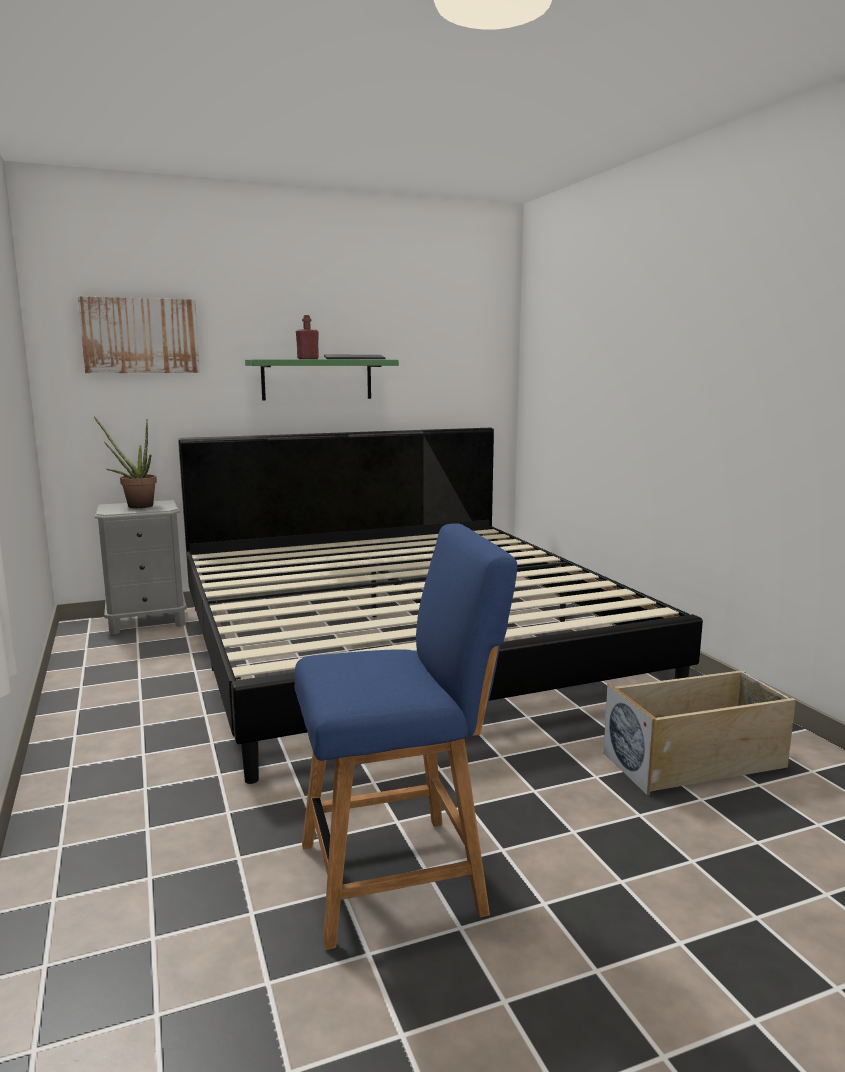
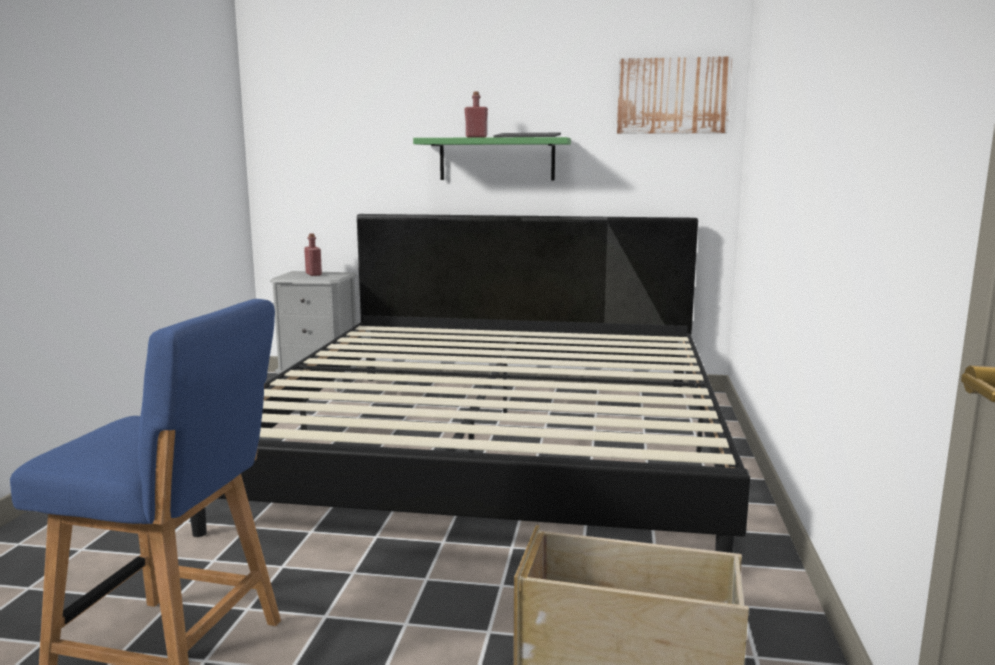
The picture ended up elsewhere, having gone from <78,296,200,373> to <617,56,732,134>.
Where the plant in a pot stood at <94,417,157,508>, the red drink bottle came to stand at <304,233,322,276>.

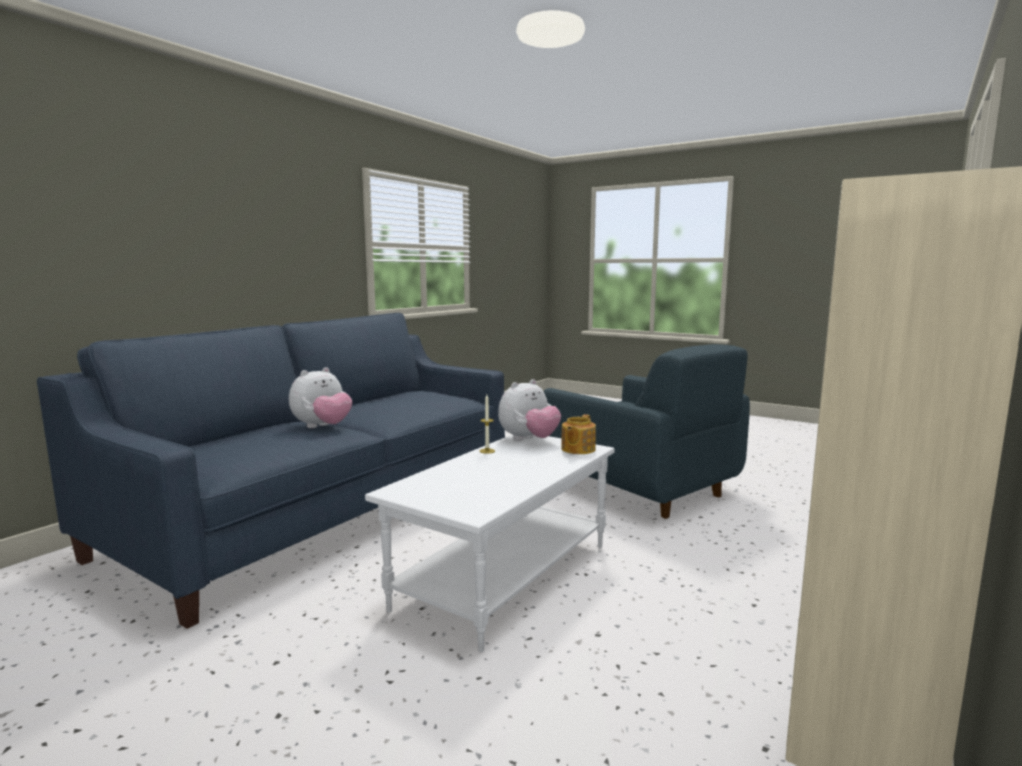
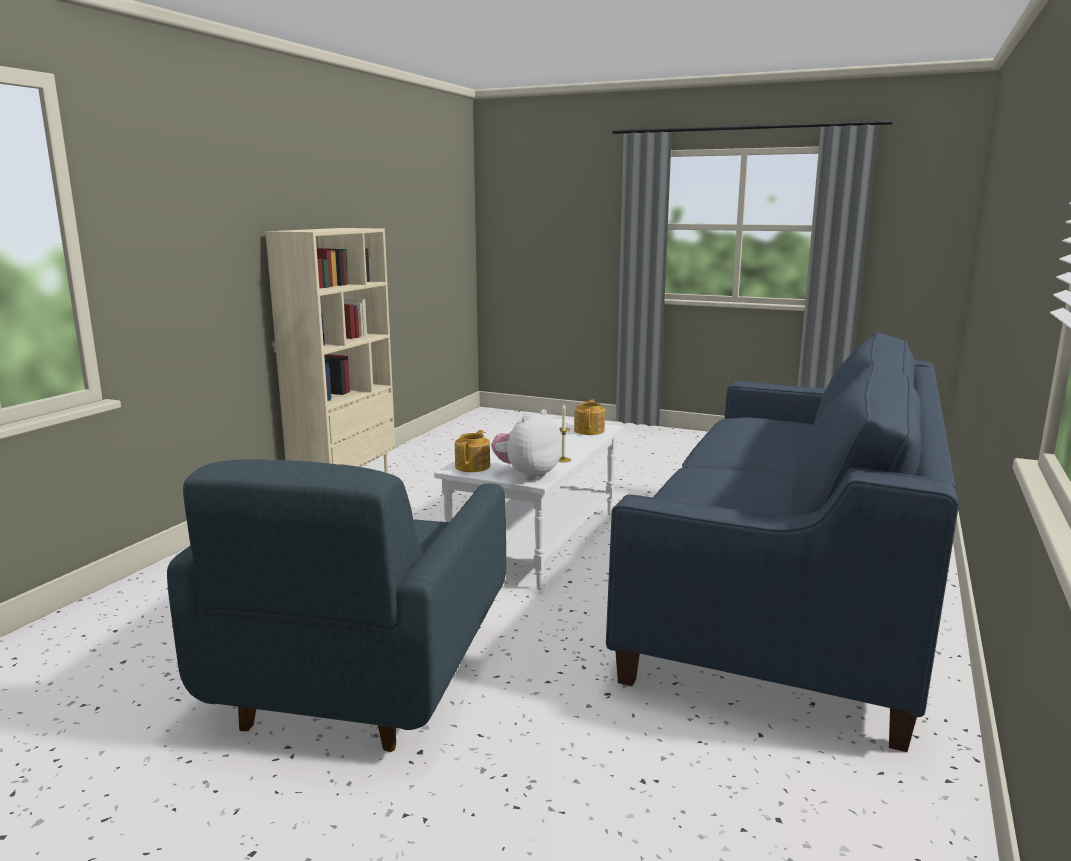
The second view lost the cuddly toy at <289,367,352,428>.
The second view gained the tea pot at <574,399,605,435>.
The blue armchair at <543,344,750,519> ended up facing another way, 120 degrees counterclockwise from before.

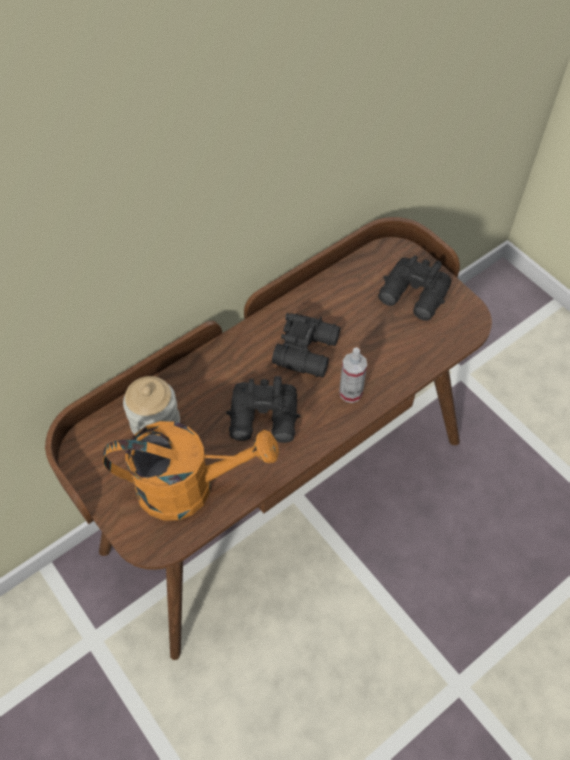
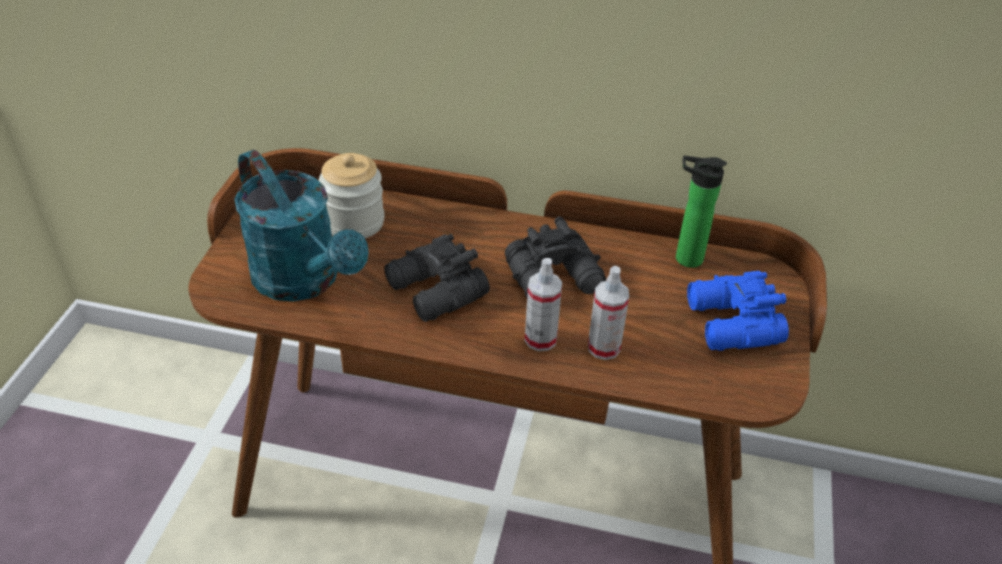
The second view gained the sprayer at <588,266,629,360>.
The second view gained the drink bottle at <676,156,727,268>.
What was the orange watering pot at <103,421,279,520> turned into the turquoise watering pot at <234,150,369,302>.
What was the blackish field glasses at <378,255,451,321> turned into the blue field glasses at <687,271,789,351>.

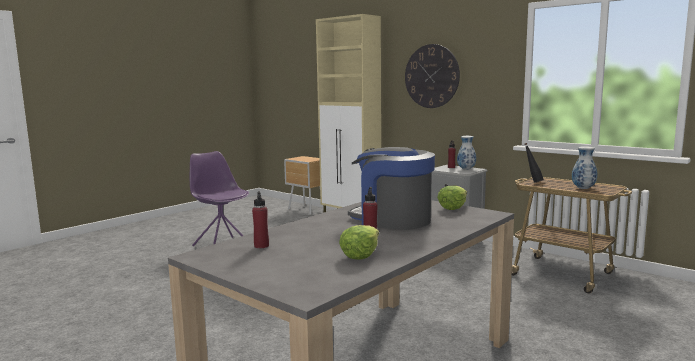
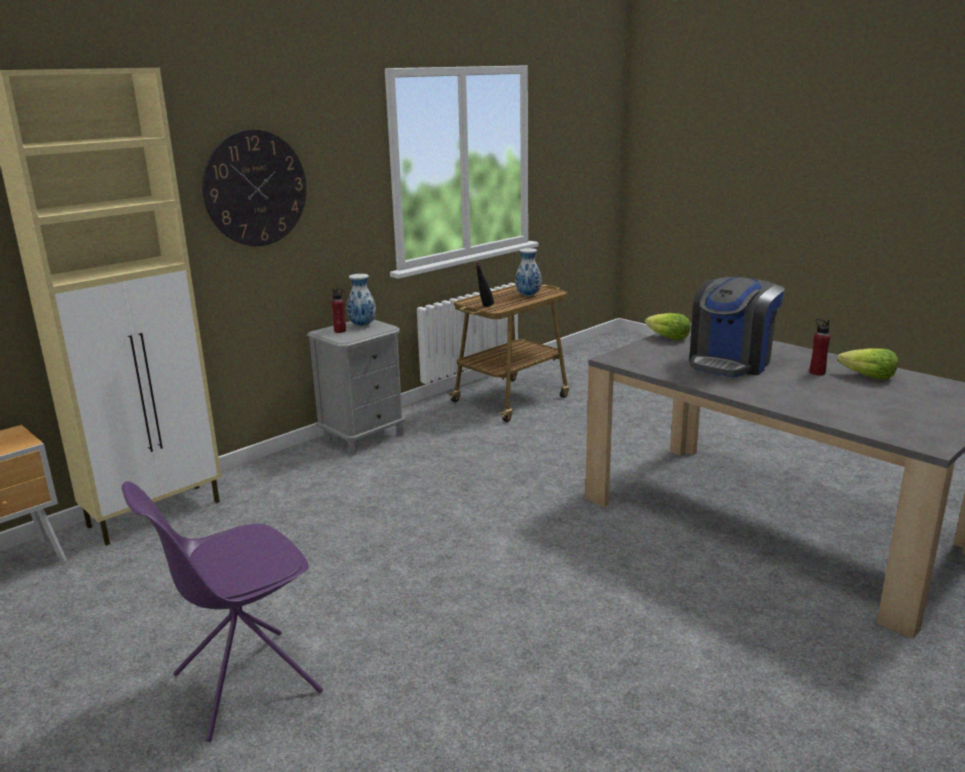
The second view lost the red drink bottle at <252,191,269,248>.

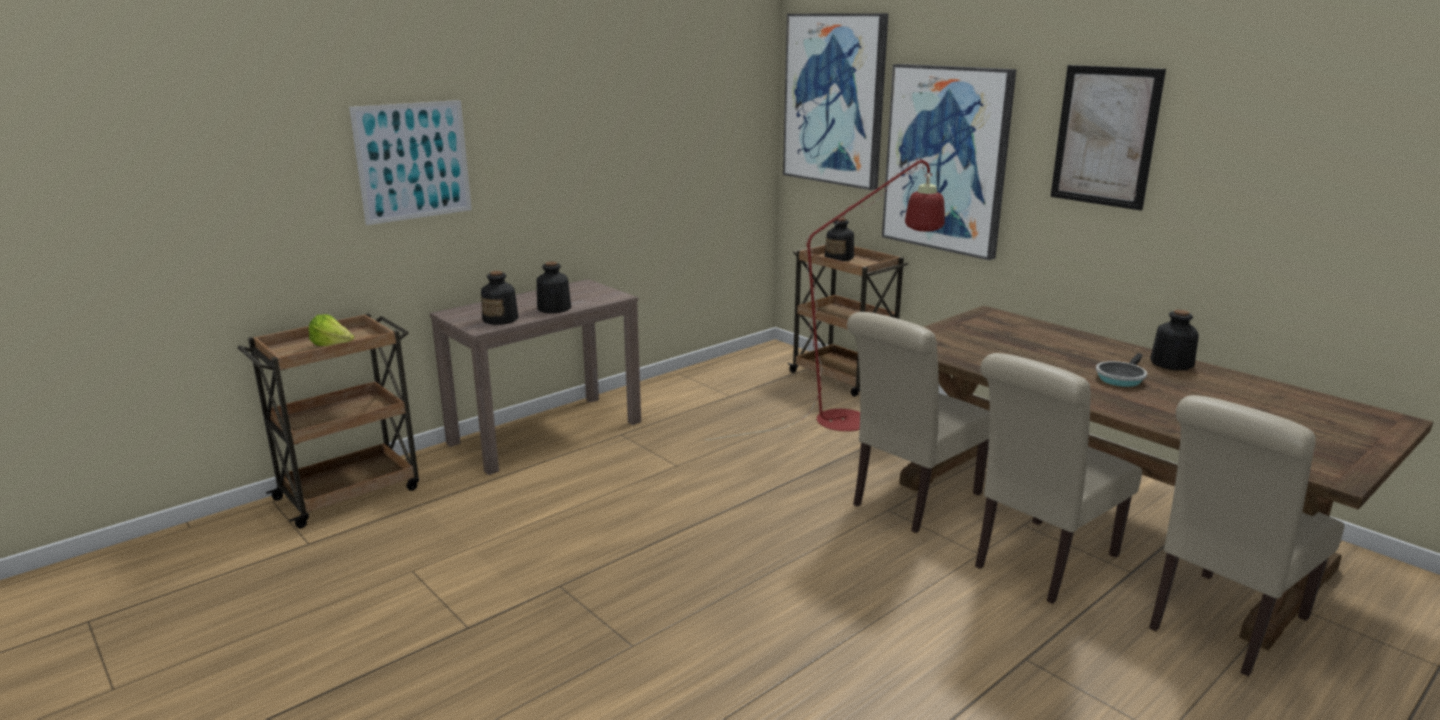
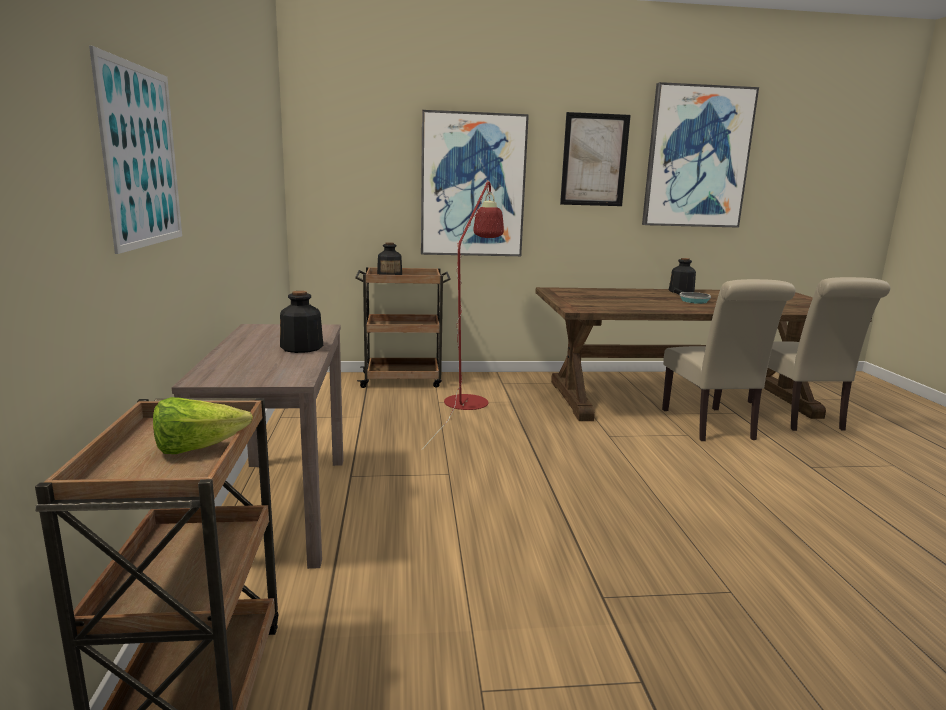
The second view lost the drink bottle at <481,271,519,325>.
The second view lost the beige chair at <847,312,990,533>.
The picture ended up elsewhere, having gone from <783,13,888,190> to <642,82,759,228>.

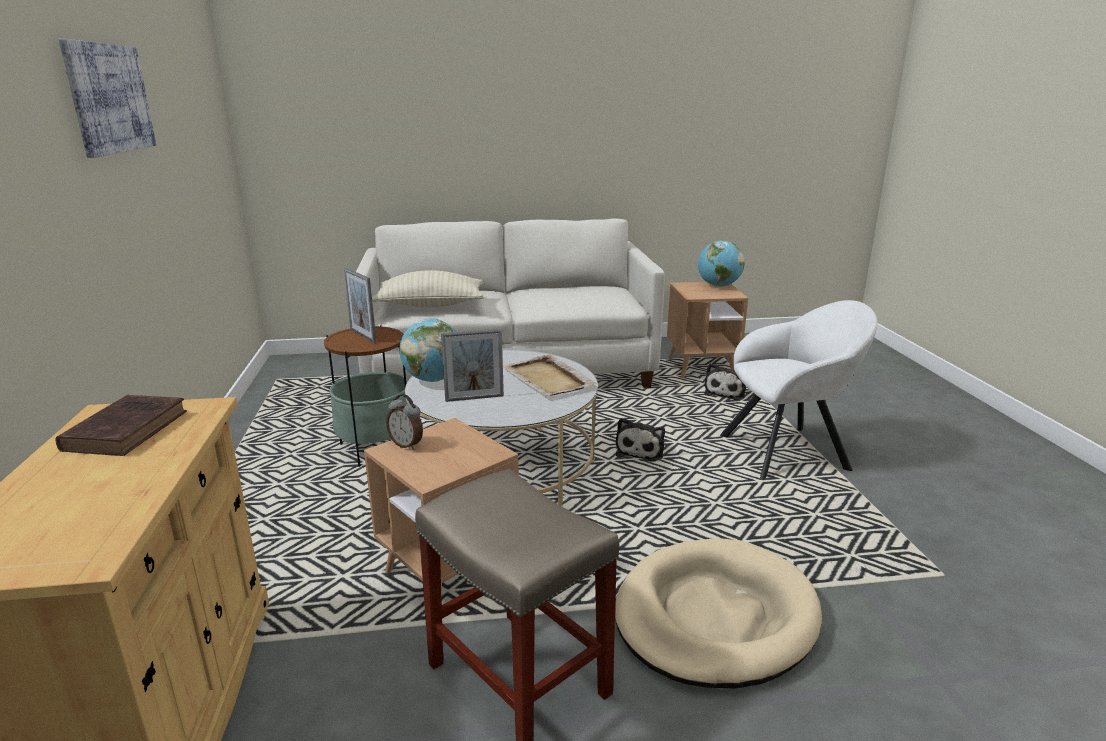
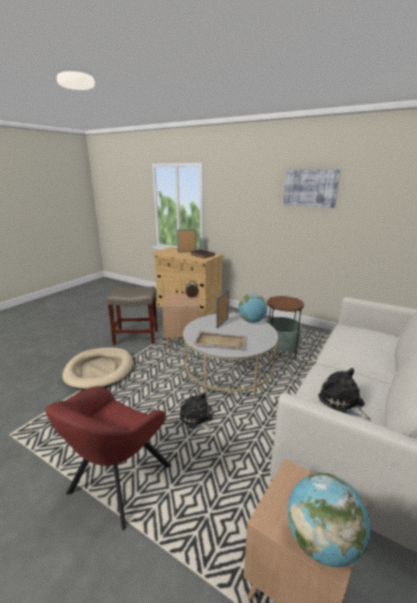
The second view lost the beige pillow at <372,270,484,307>.
The picture frame ended up elsewhere, having gone from <343,268,376,342> to <177,229,196,252>.
The cuddly toy ended up elsewhere, having gone from <704,363,746,400> to <318,368,371,420>.
What was the whitish armchair at <720,300,878,480> turned into the red armchair at <45,386,172,530>.

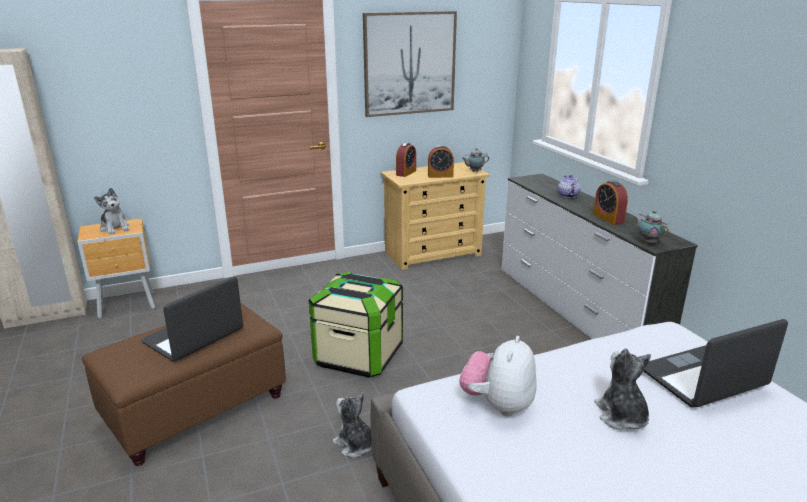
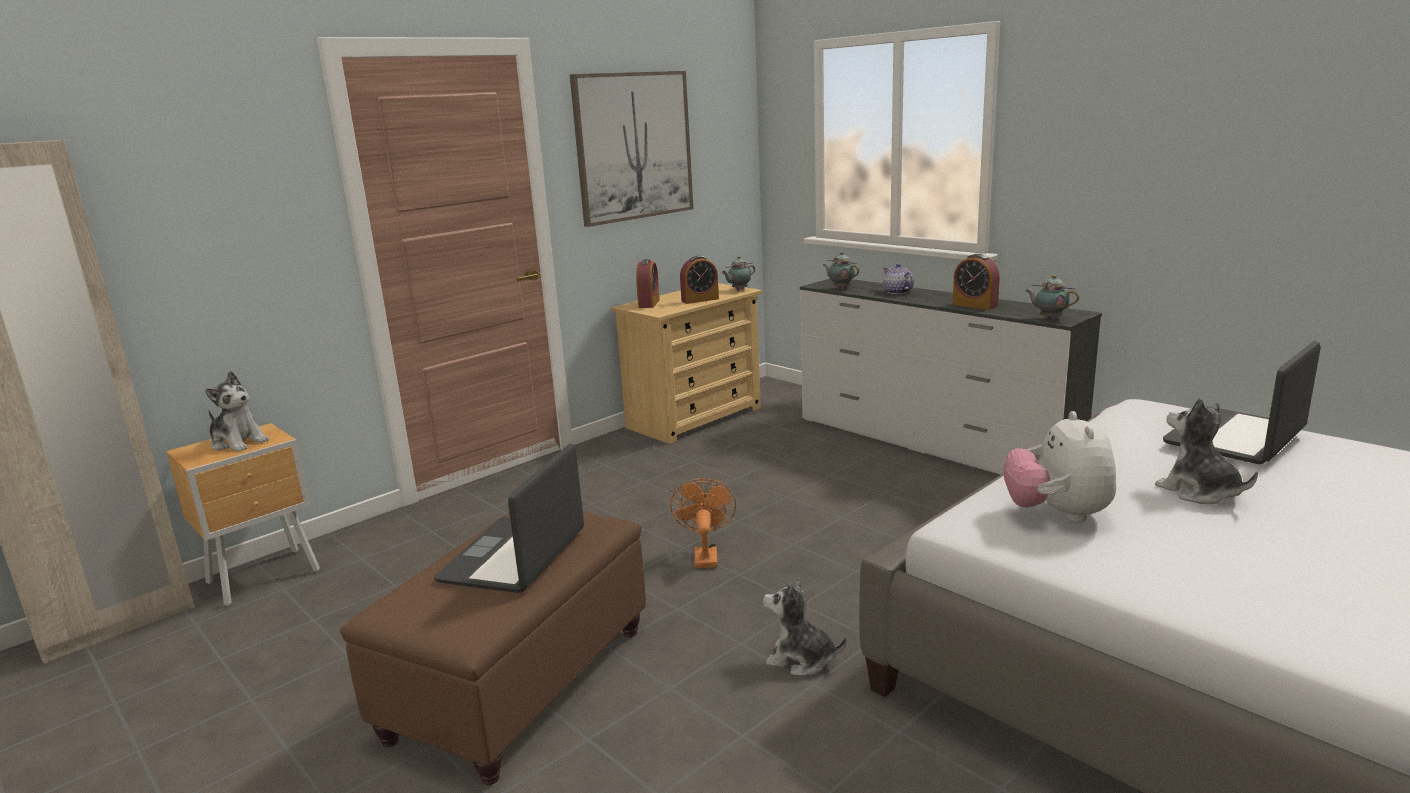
The second view gained the tea pot at <823,252,859,289>.
Where the storage box stood at <309,272,403,378>, the orange cooling fan came to stand at <670,478,736,568>.

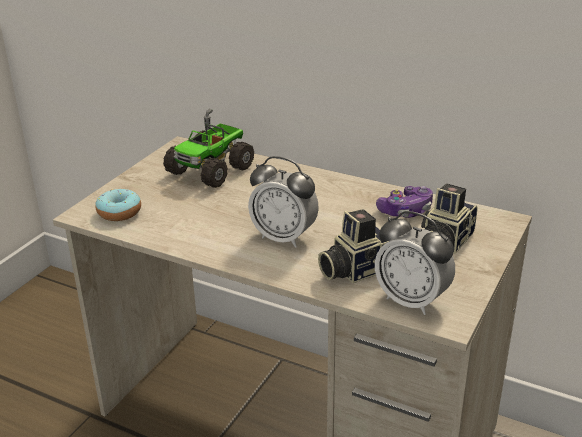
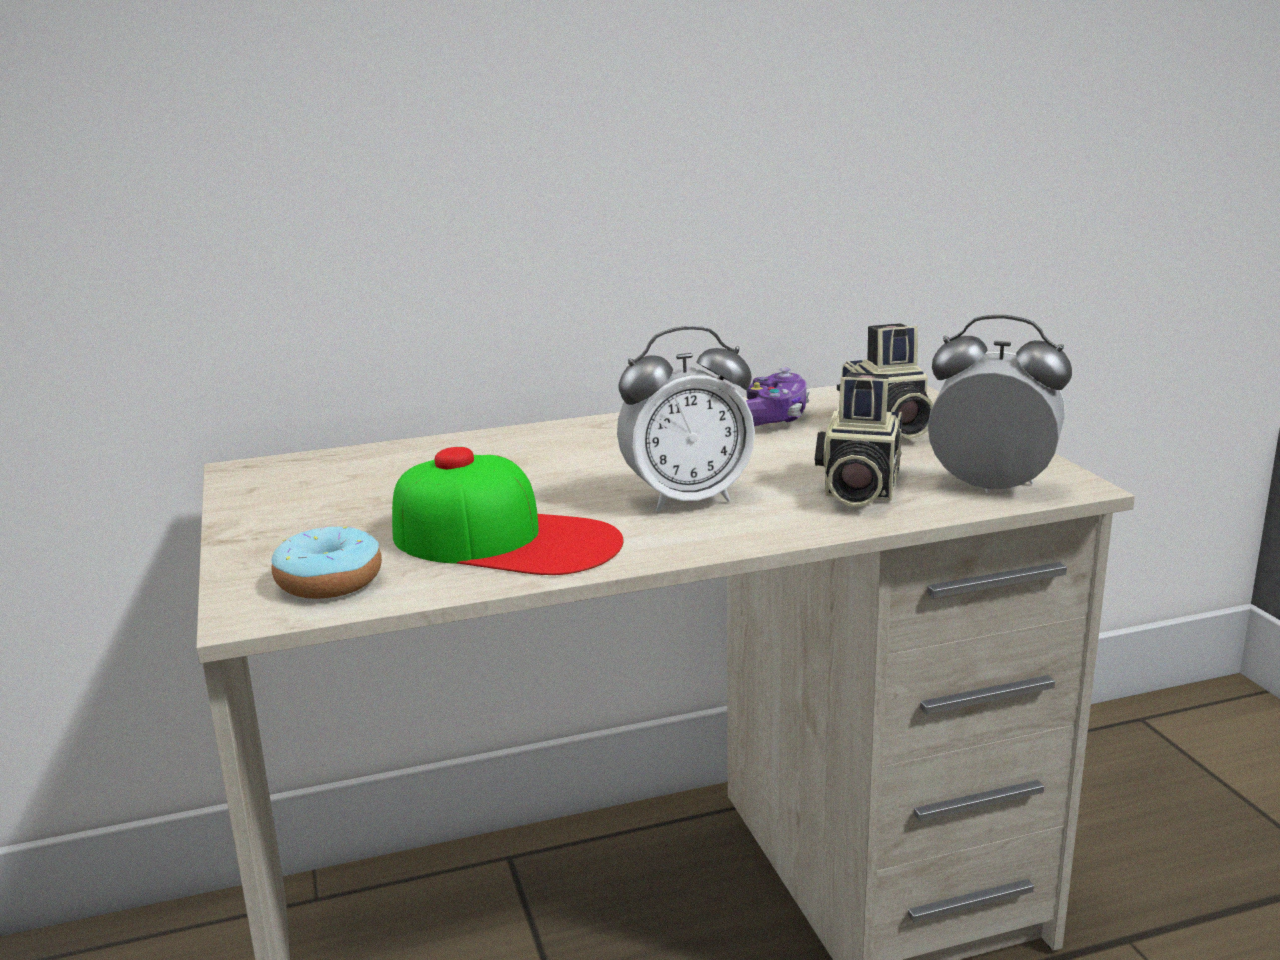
The second view lost the toy truck at <163,109,254,188>.
The second view gained the baseball cap at <392,447,624,575>.
The table clock at <375,211,455,315> ended up facing another way, 150 degrees counterclockwise from before.

